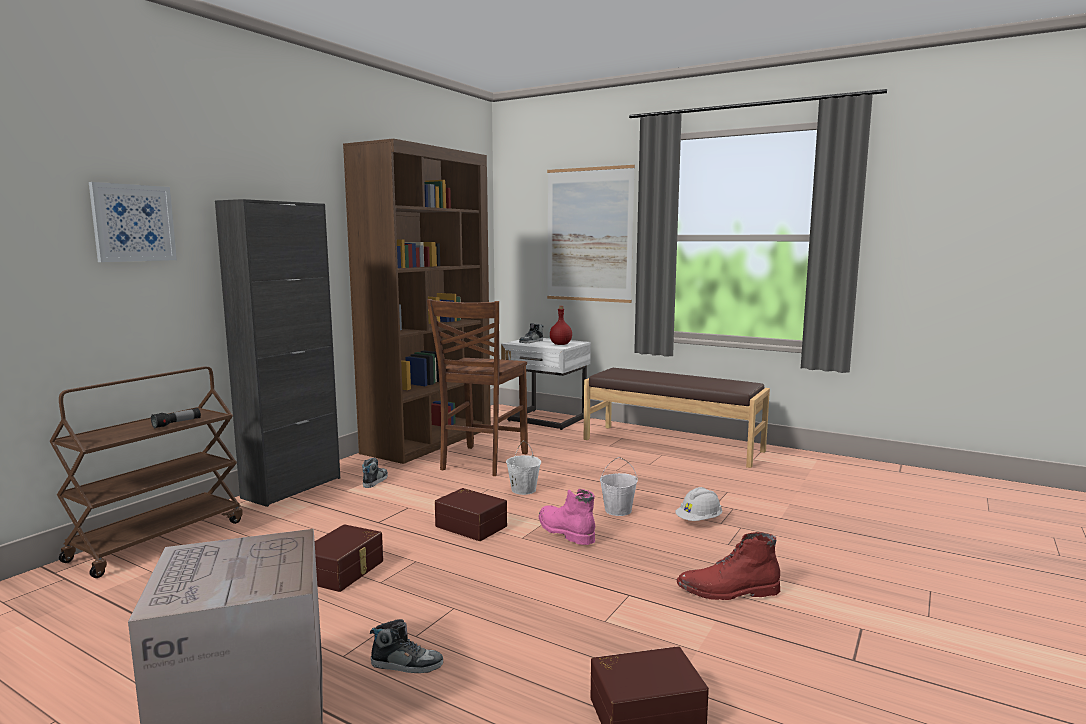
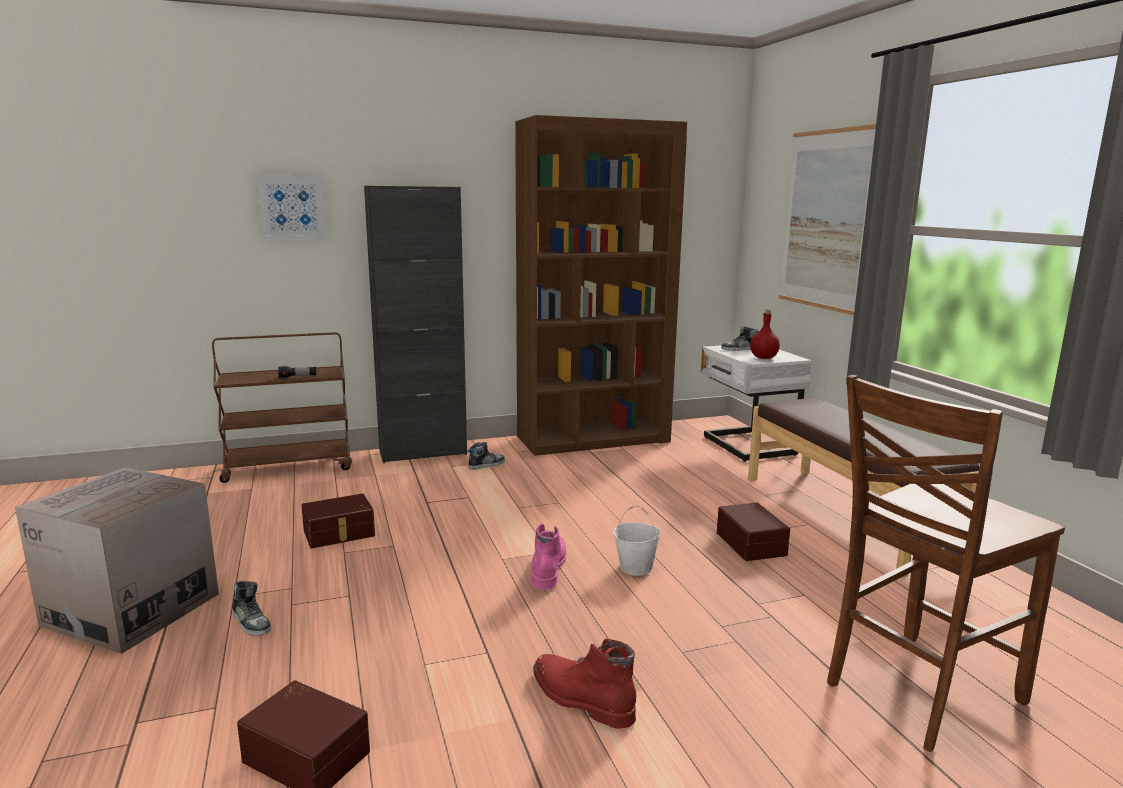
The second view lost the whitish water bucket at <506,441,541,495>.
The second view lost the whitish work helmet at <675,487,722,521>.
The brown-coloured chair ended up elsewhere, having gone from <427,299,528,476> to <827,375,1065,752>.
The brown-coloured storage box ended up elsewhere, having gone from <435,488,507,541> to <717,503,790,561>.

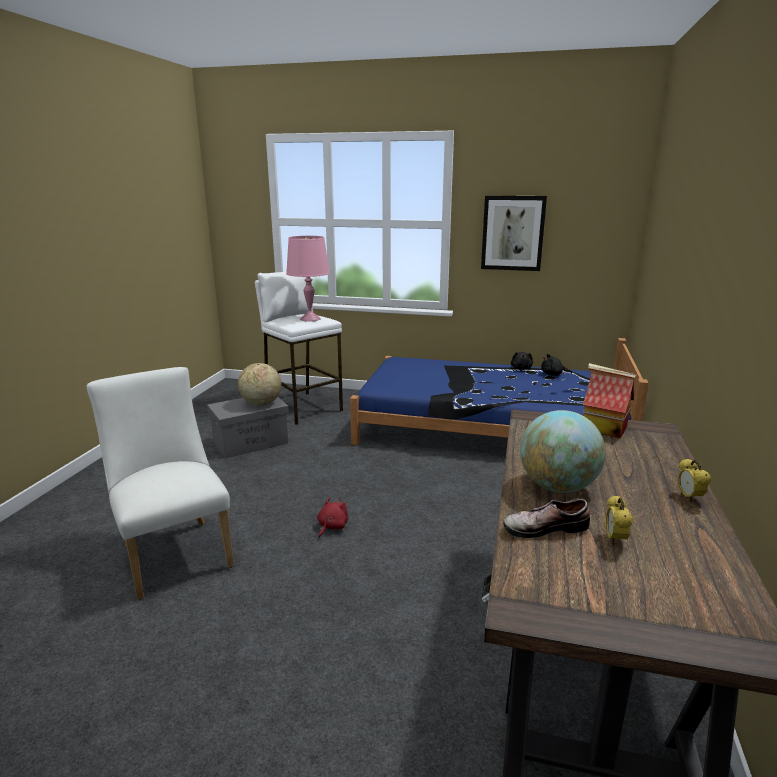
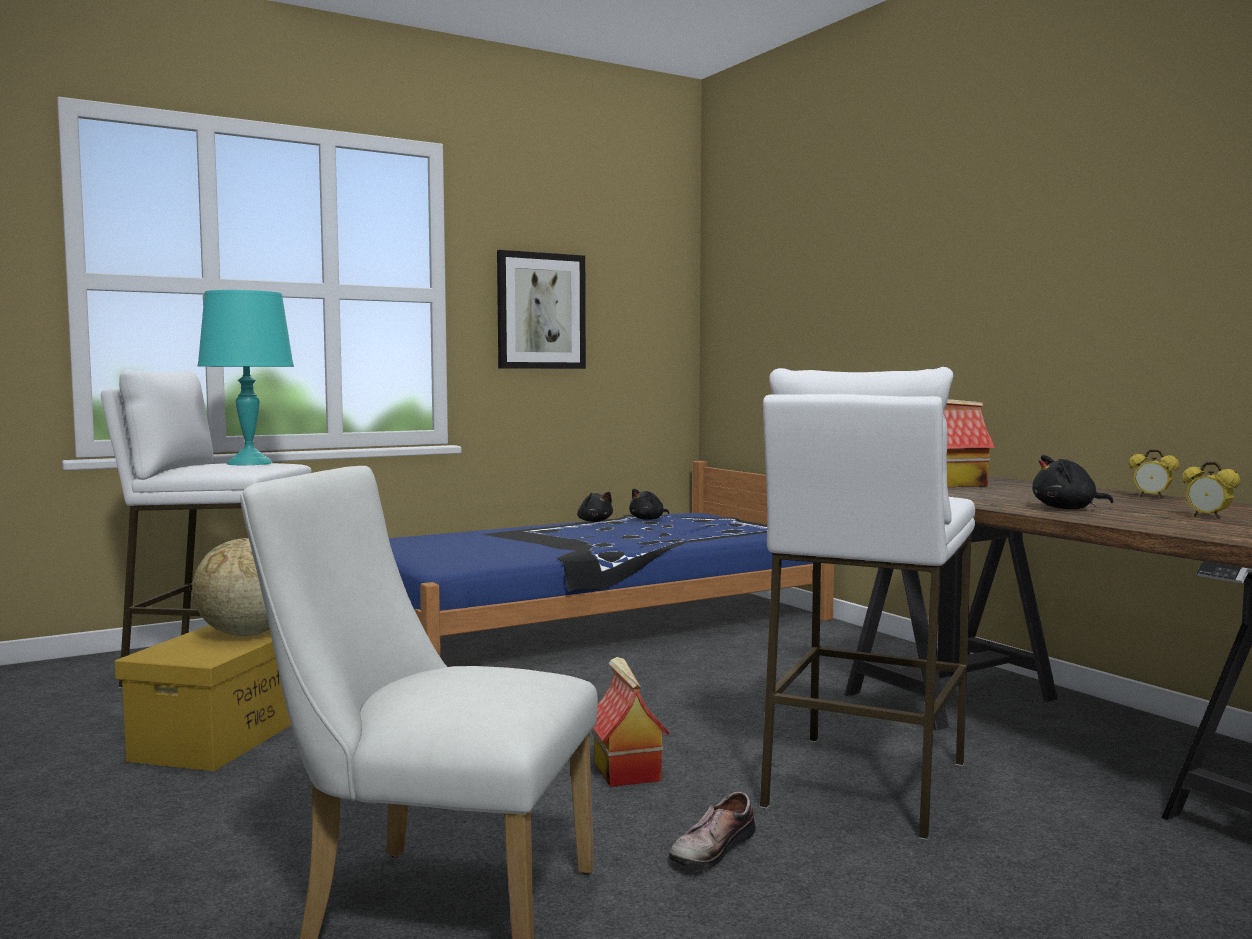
The second view gained the whitish stool seat at <760,367,975,840>.
The low shoe ended up elsewhere, having gone from <503,499,590,538> to <669,792,756,871>.
Where the red cuddly toy stood at <317,497,348,538>, the miniature house came to stand at <592,657,670,787>.
Where the desk globe stood at <520,410,606,493>, the blackish cuddly toy came to stand at <1032,455,1113,509>.
What was the grey storage box at <207,397,289,459> turned into the yellowish storage box at <115,625,291,771>.
What was the pink-coloured tabletop lamp at <286,236,330,322> turned into the turquoise tabletop lamp at <198,290,294,465>.

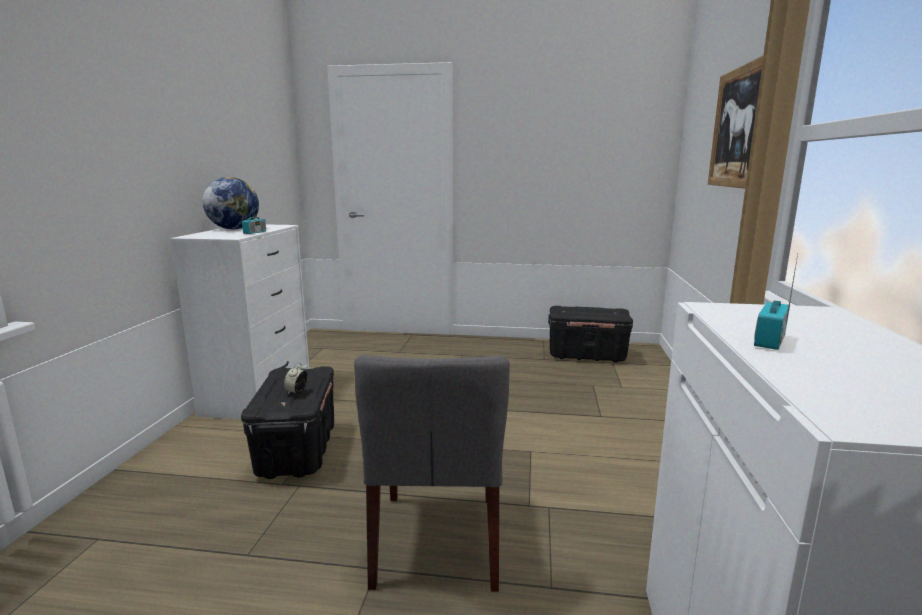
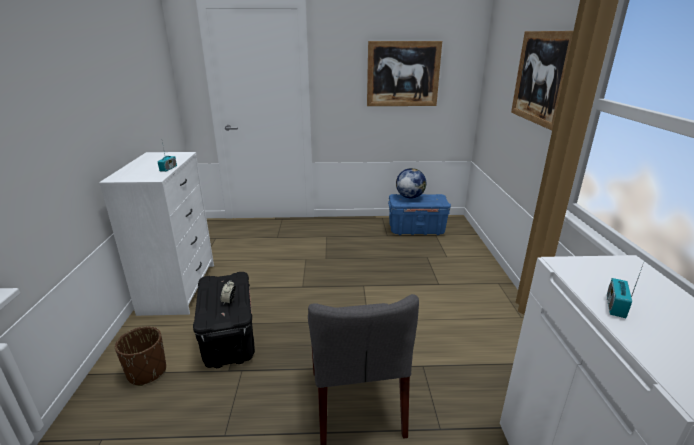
The second view gained the brown-coloured planter at <115,326,166,386>.
The second view gained the picture at <367,41,442,106>.
The desk globe ended up elsewhere, having gone from <202,177,259,230> to <396,168,426,198>.
What was the blackish storage box at <548,306,633,363> turned into the blue storage box at <388,194,451,235>.

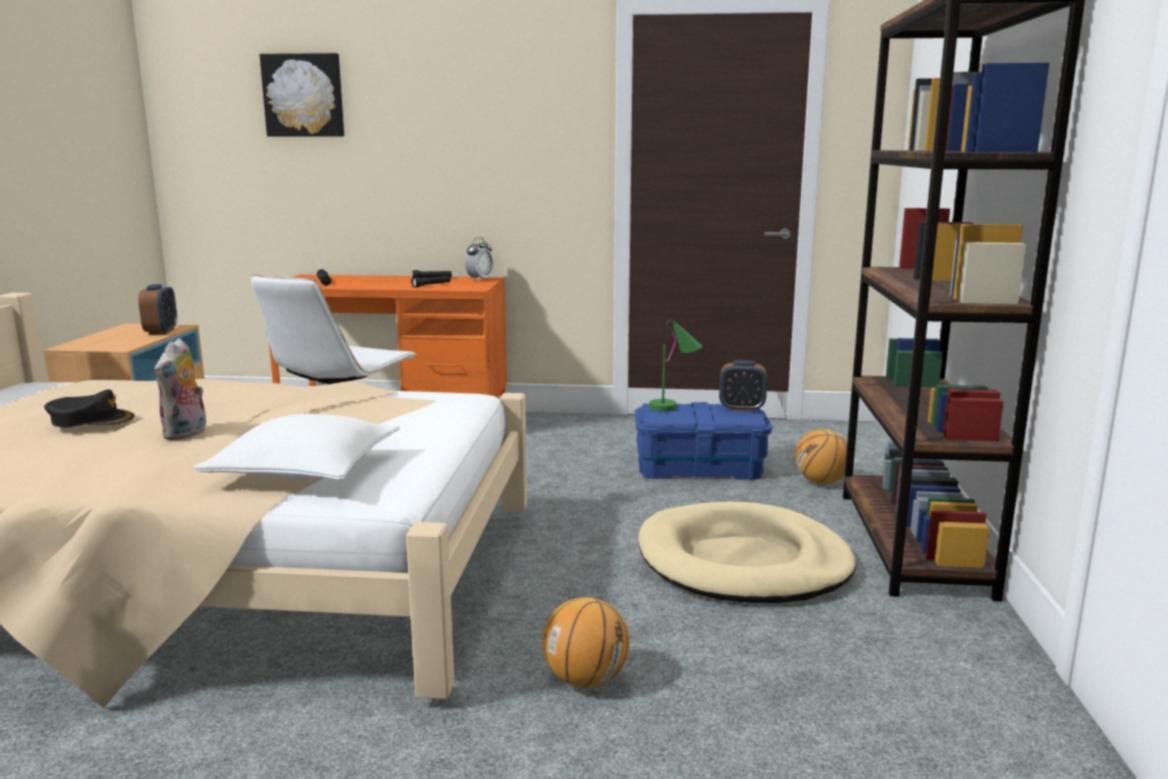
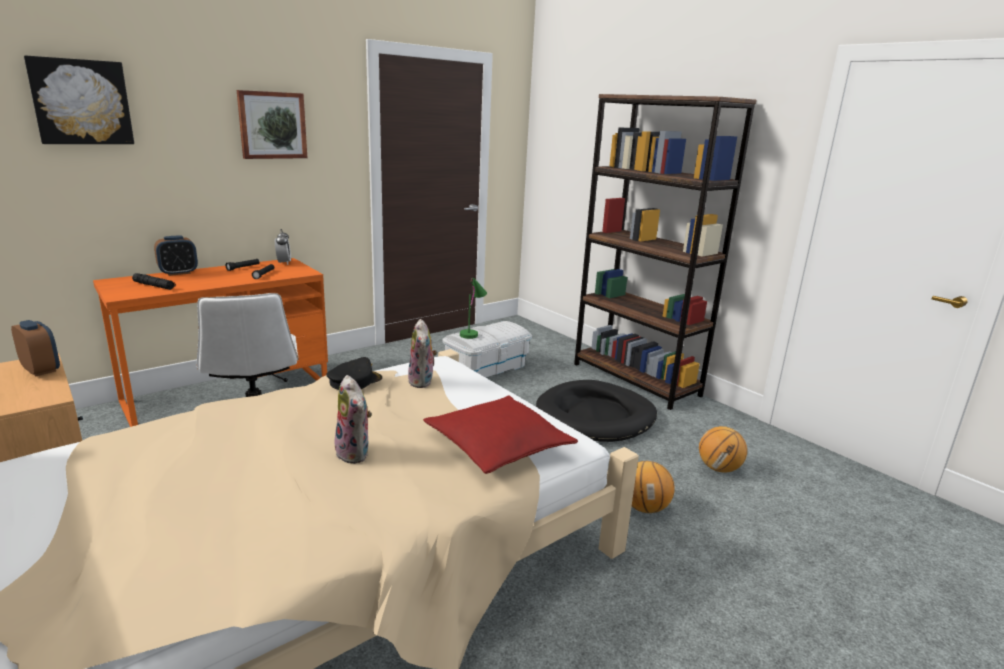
The second view gained the picture at <236,90,307,159>.
The second view gained the cuddly toy at <408,319,437,388>.
The blackish baseball cap ended up elsewhere, having gone from <44,390,134,428> to <326,357,382,390>.
The table clock ended up elsewhere, having gone from <719,360,767,412> to <154,235,198,276>.
The basketball ended up elsewhere, having gone from <795,429,847,484> to <699,426,747,473>.
What was the whitish pillow at <193,414,400,480> turned into the red pillow at <423,395,578,474>.
What was the blue storage box at <635,402,773,480> turned into the whitish storage box at <442,321,532,378>.
What was the beige dog cushion at <638,502,856,603> turned into the blackish dog cushion at <536,380,657,442>.

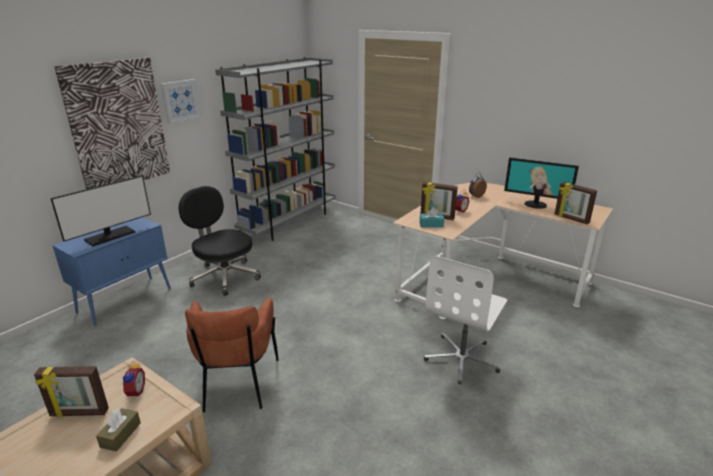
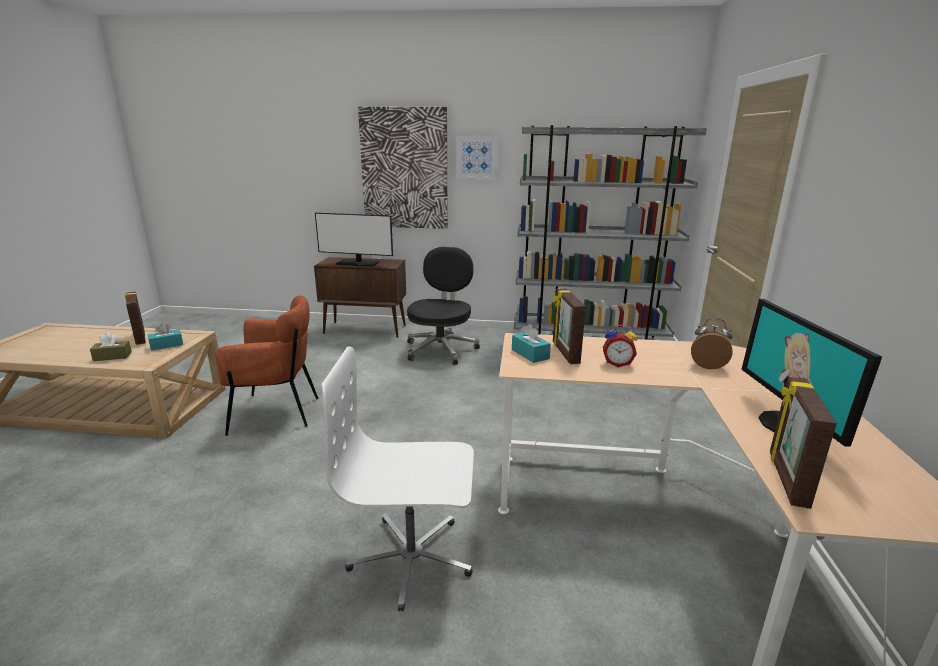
Where the table clock stood at <120,361,145,399>, the turquoise tissue box came to stand at <148,323,183,351>.
What was the blue cupboard at <52,217,171,326> turned into the brown-coloured cupboard at <314,257,406,338>.
The brown-coloured armchair at <185,298,279,412> ended up facing another way, 150 degrees counterclockwise from before.

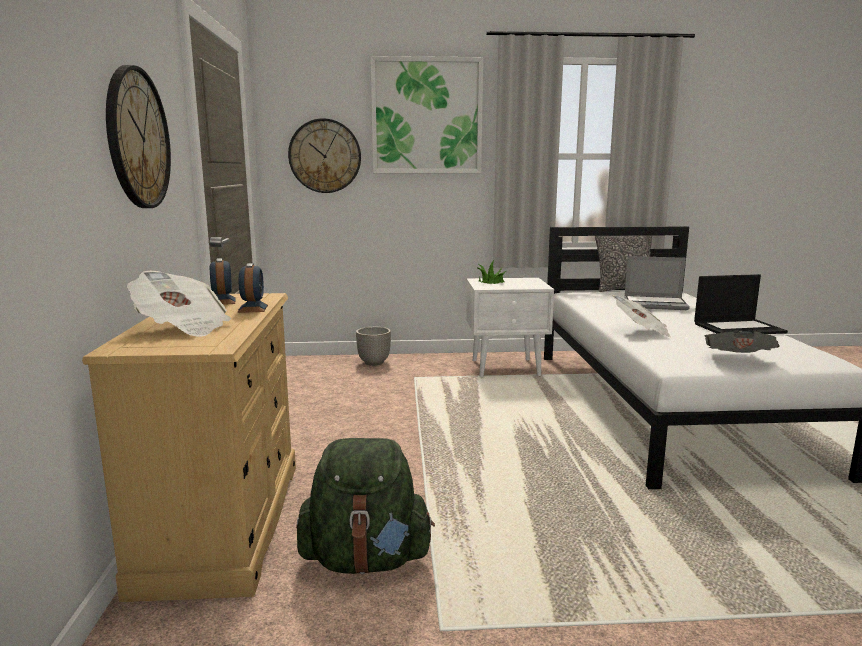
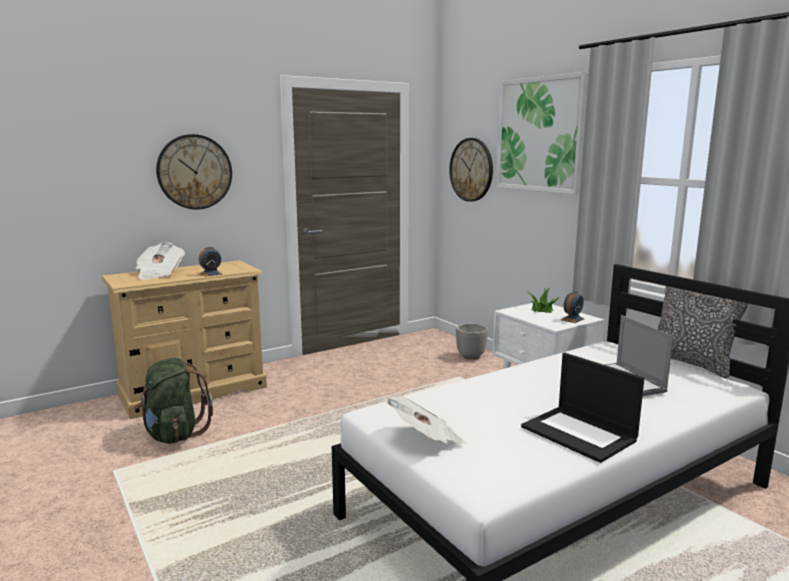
The second view lost the printed paper at <612,295,671,337>.
The table clock ended up elsewhere, having gone from <210,258,236,305> to <561,291,584,323>.

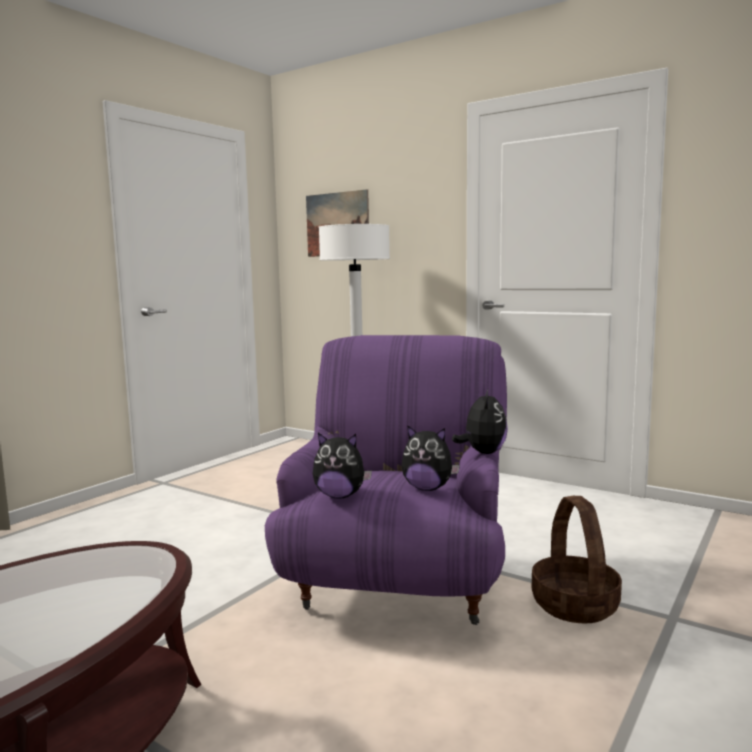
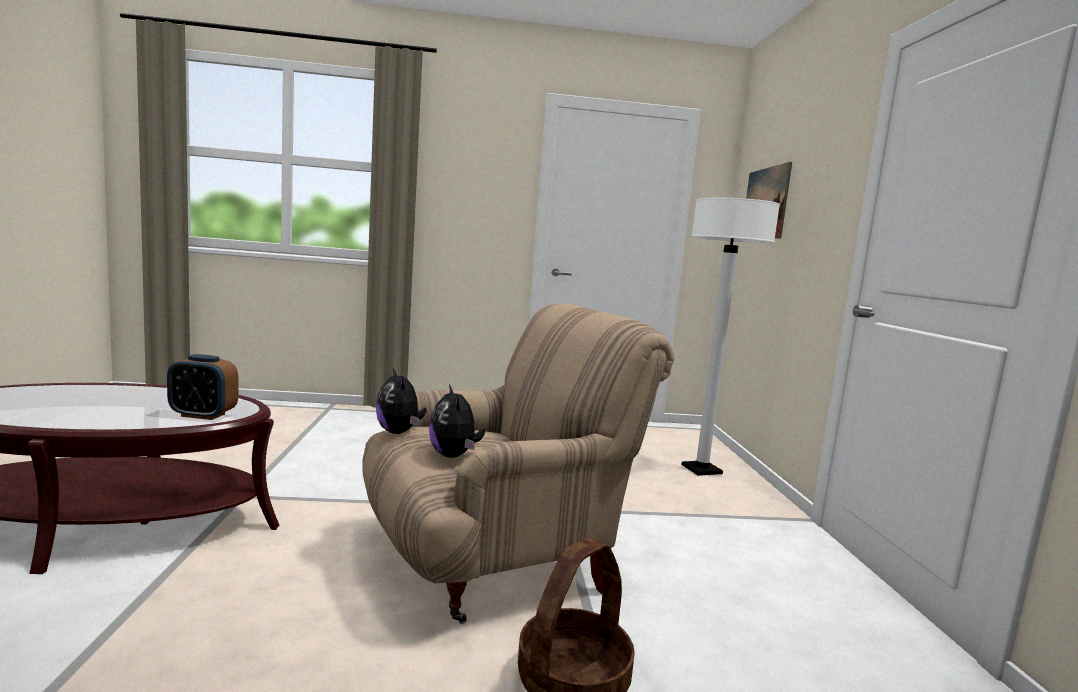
The second view lost the cuddly toy at <452,389,508,454>.
The second view gained the table clock at <167,354,238,420>.
What was the purplish armchair at <265,335,507,625> turned into the beige armchair at <363,304,674,624>.

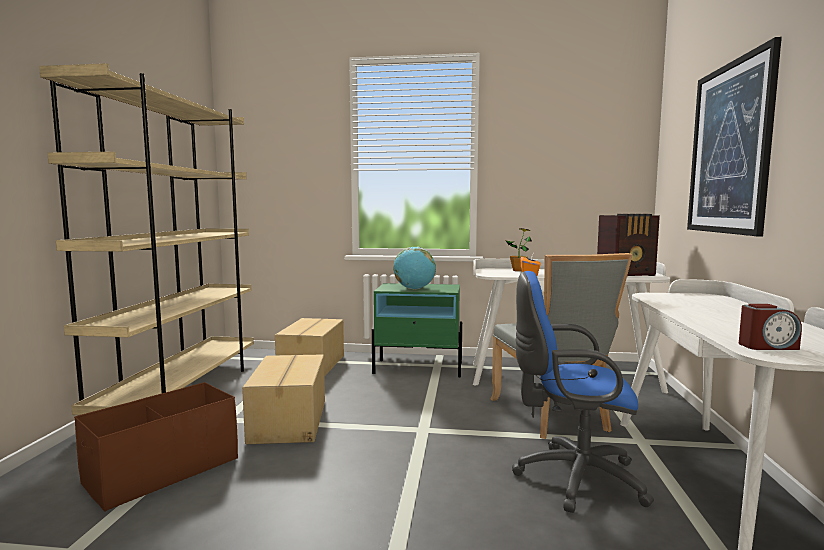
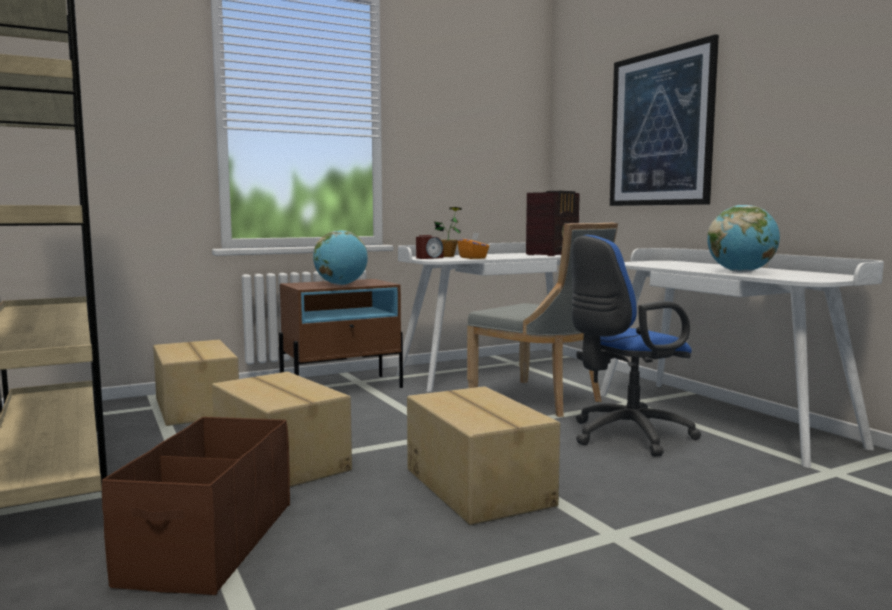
The second view gained the cardboard box at <407,386,560,525>.
The second view gained the desk globe at <707,205,780,273>.
The table clock ended up elsewhere, having gone from <739,304,802,350> to <416,235,443,259>.
What was the green nightstand at <372,283,462,377> turned into the brown-coloured nightstand at <279,279,403,388>.

